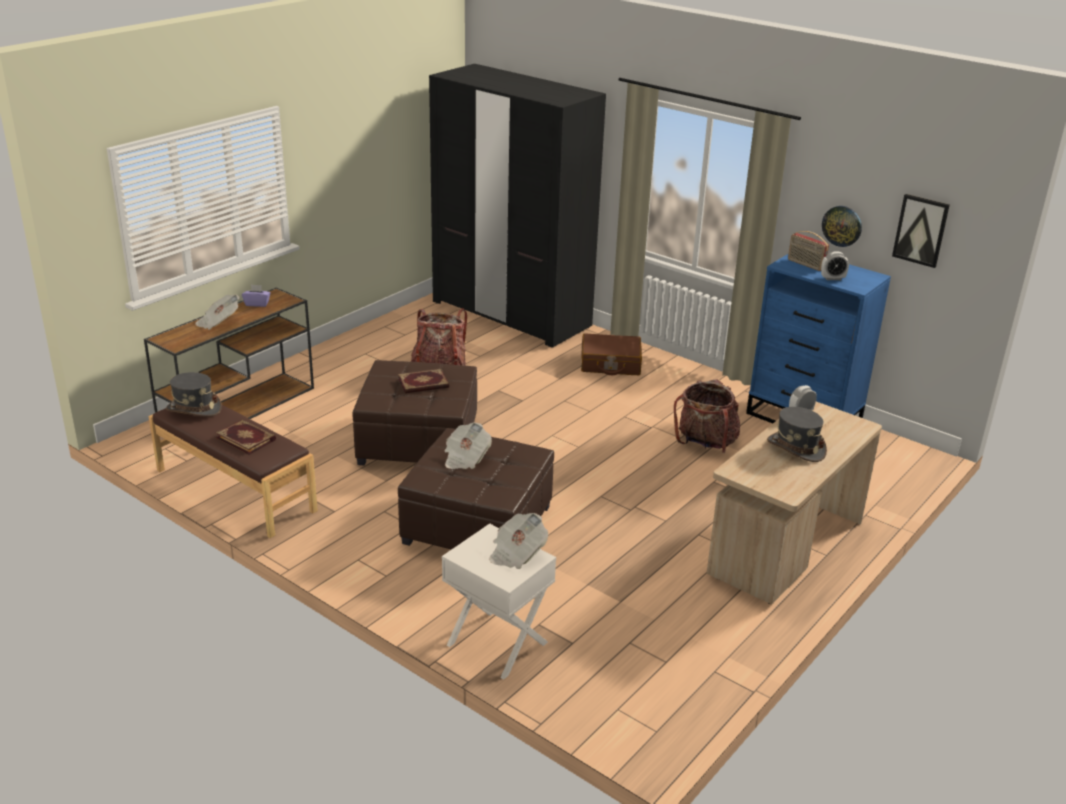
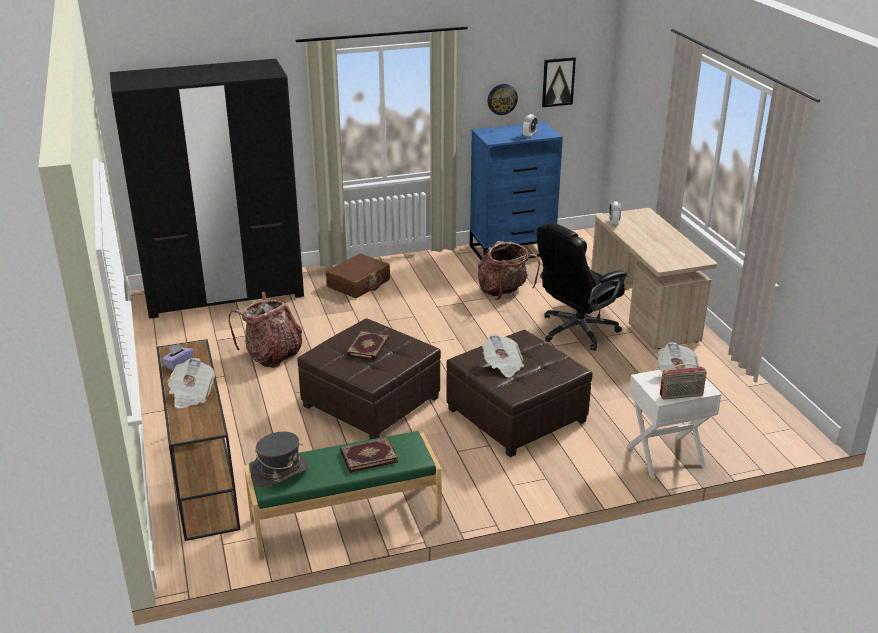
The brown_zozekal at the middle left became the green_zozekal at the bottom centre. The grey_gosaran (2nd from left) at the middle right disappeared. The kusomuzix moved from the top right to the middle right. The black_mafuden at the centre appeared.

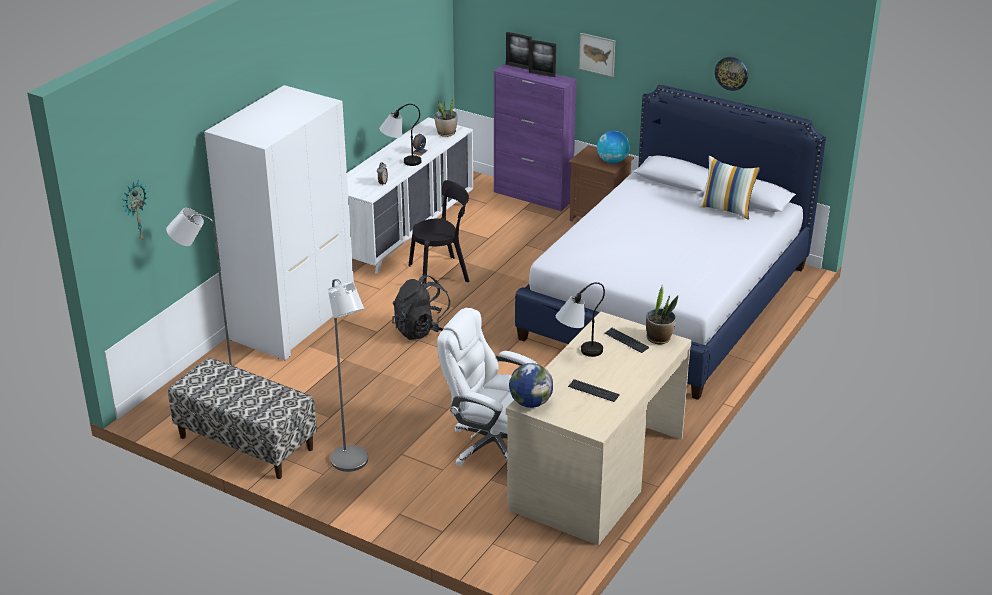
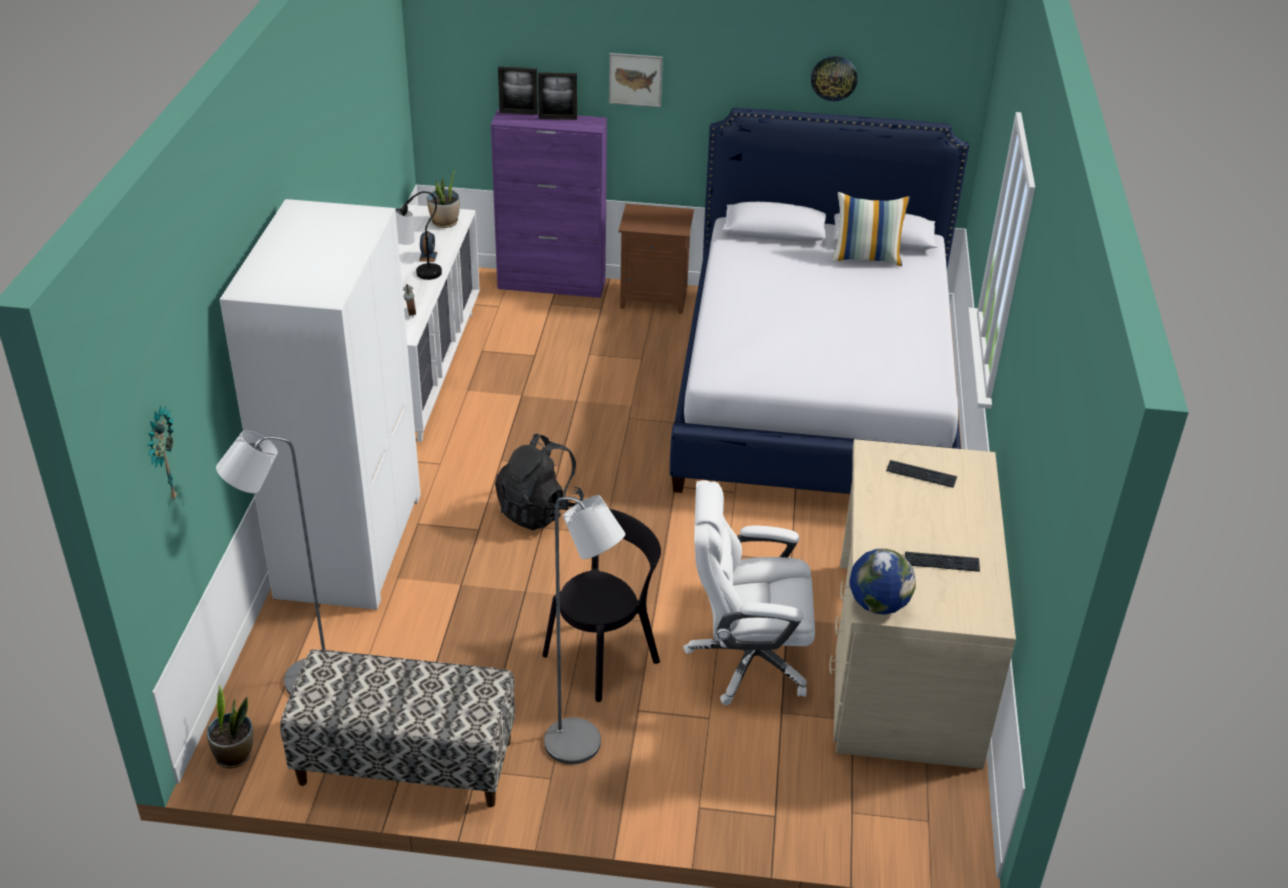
The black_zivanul moved from the centre to the bottom centre. The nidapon (2nd from left) at the centre disappeared. The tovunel (2nd from left) at the top centre disappeared. The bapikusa (2nd from left in the first image) moved from the middle right to the bottom left.

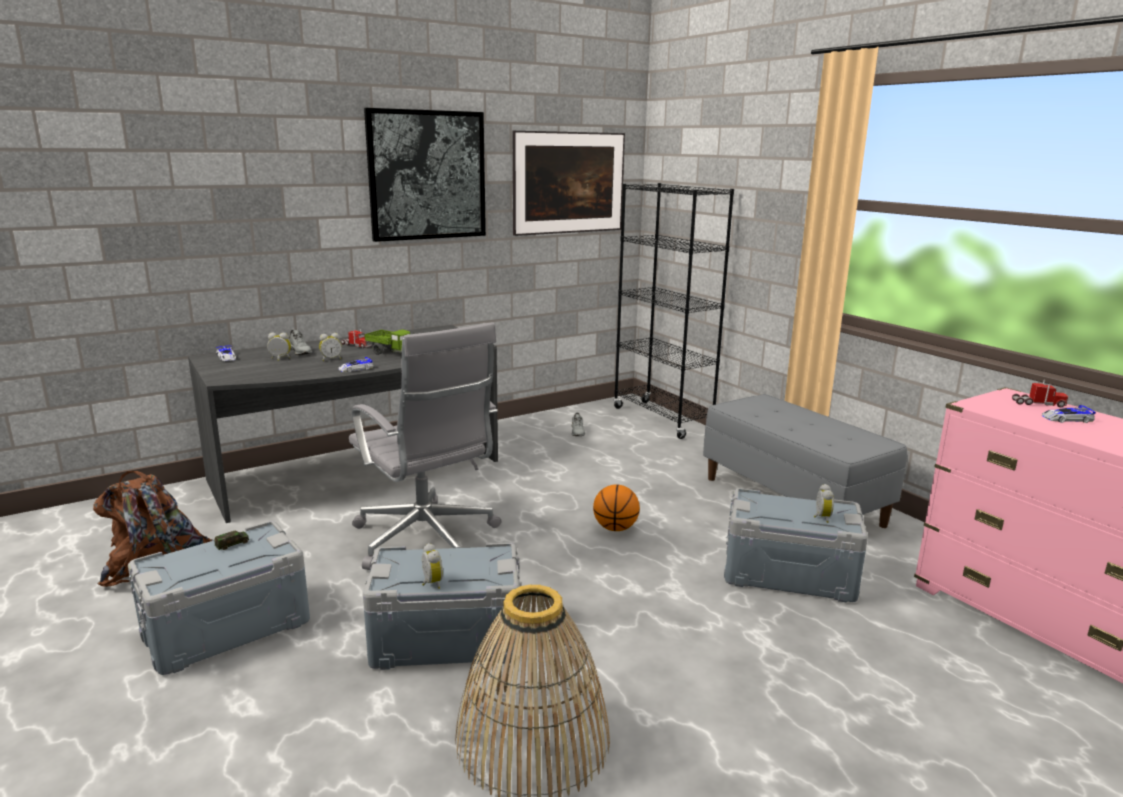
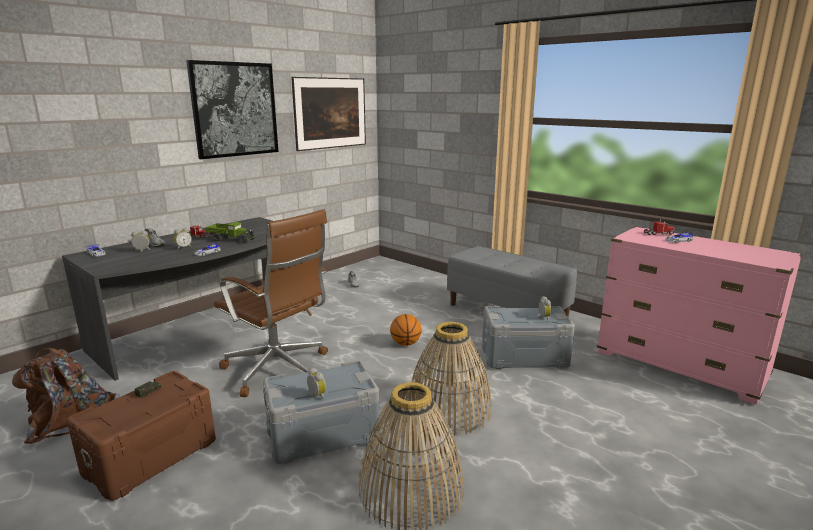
The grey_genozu (1st from left) at the bottom left became the brown_genozu at the bottom left. The grey_mafuden at the centre became the brown_mafuden at the centre. The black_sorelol at the centre disappeared. The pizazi (2nd from left) at the bottom centre appeared.

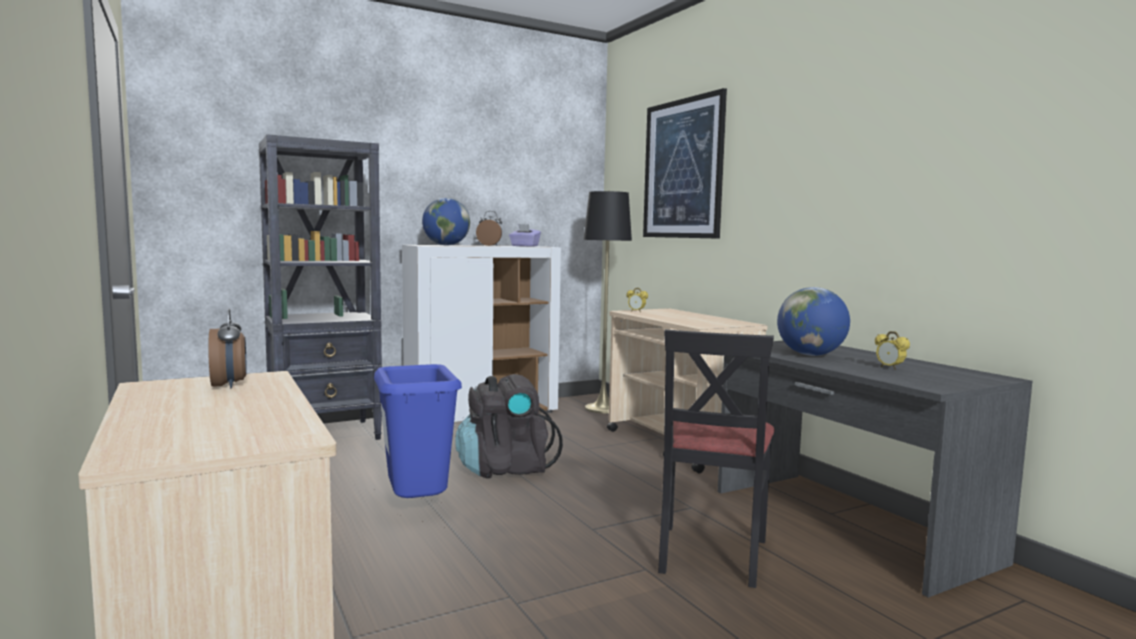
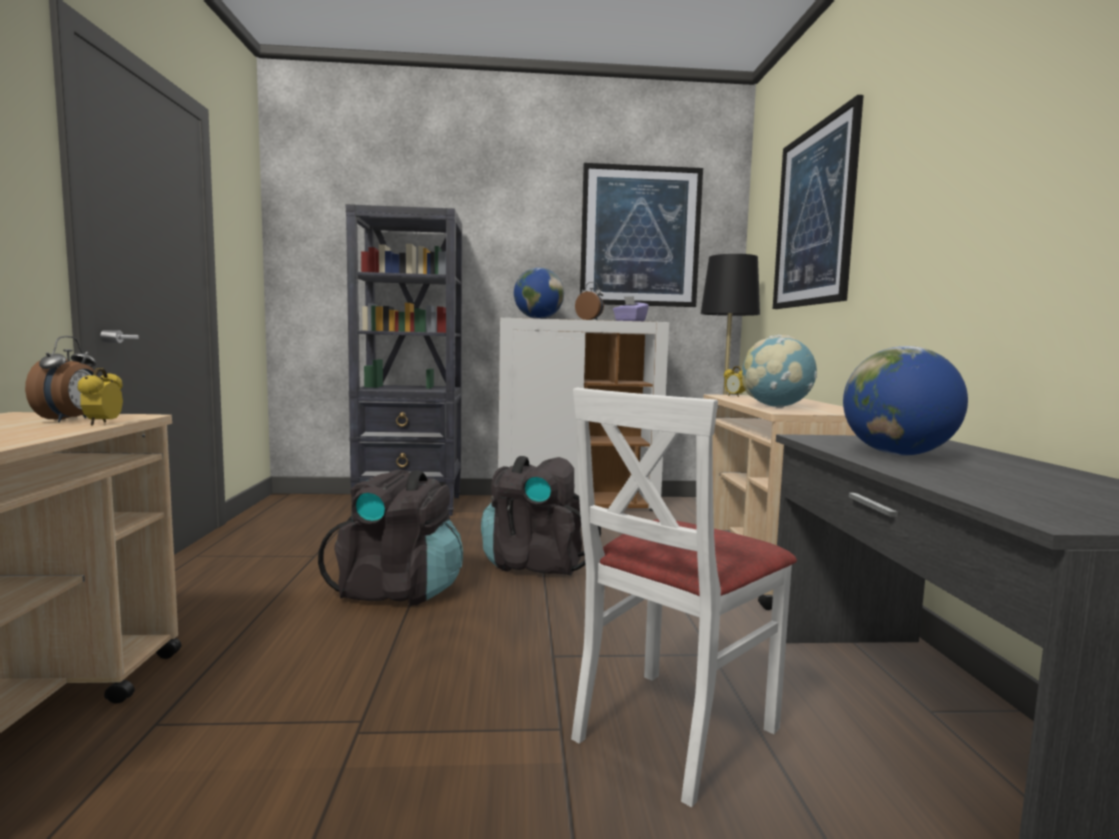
The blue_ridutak at the bottom centre was replaced by the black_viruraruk (1st from left) at the centre. The black_zivanul at the bottom centre became the white_zivanul at the bottom centre. The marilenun (4th from left in the first image) moved from the middle right to the middle left. The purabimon (1st from left) at the top centre appeared. The tovunel (2nd from left) at the middle right appeared.

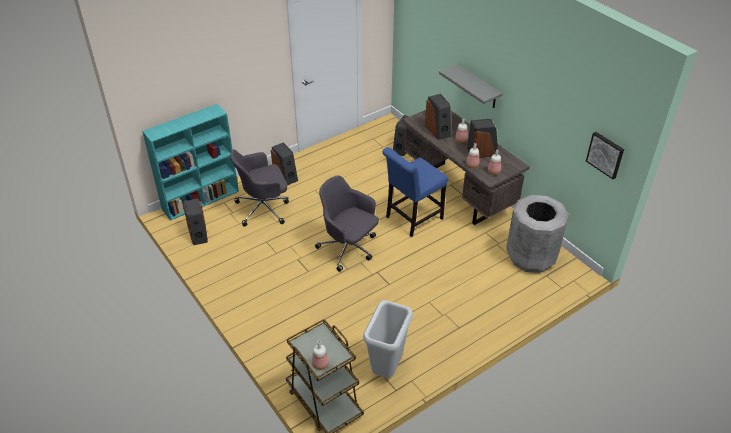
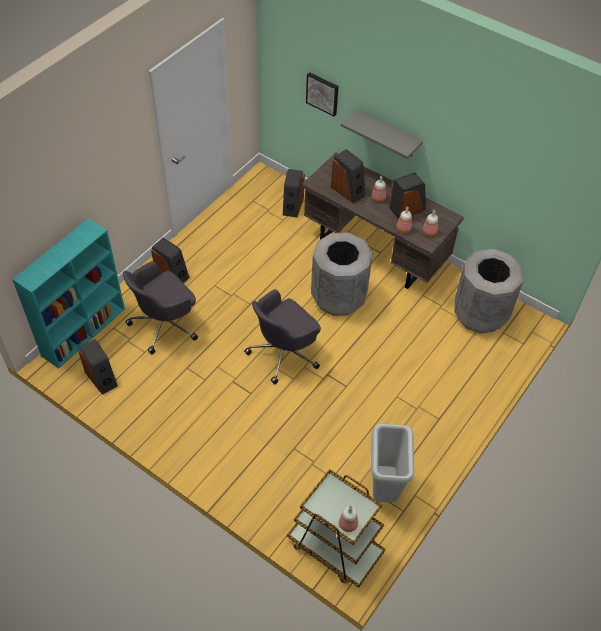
The grey_mafuden (2nd from left) at the centre turned 60 degrees counterclockwise. The blue_zivanul at the centre was replaced by the grey_ridutak (1st from left) at the centre. The purabimon moved from the middle right to the top centre.

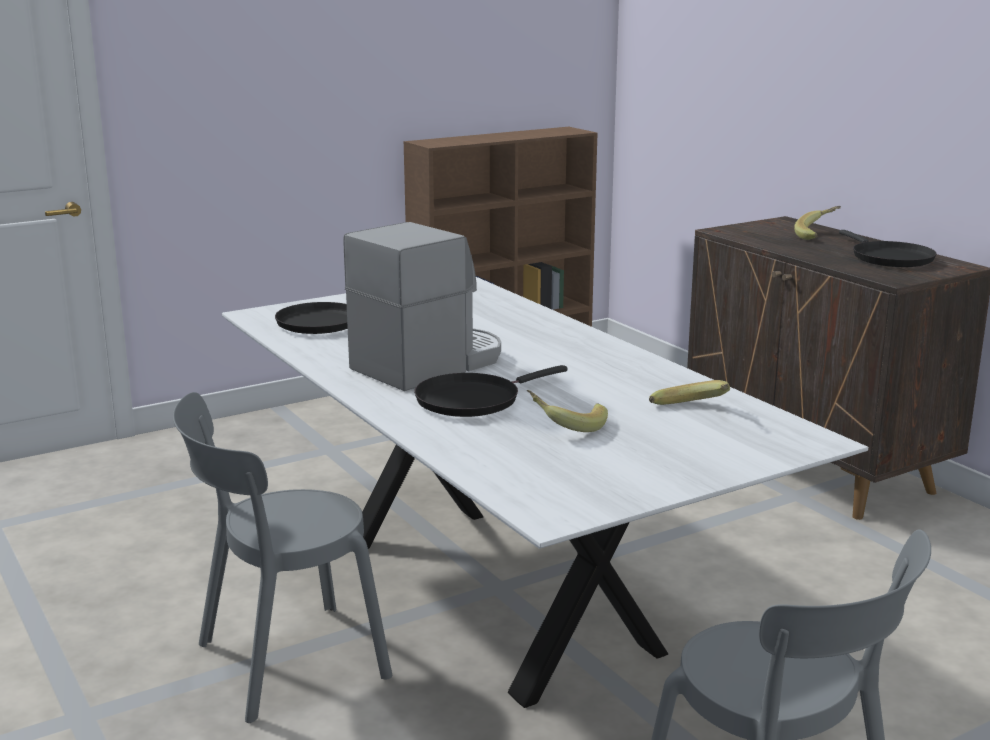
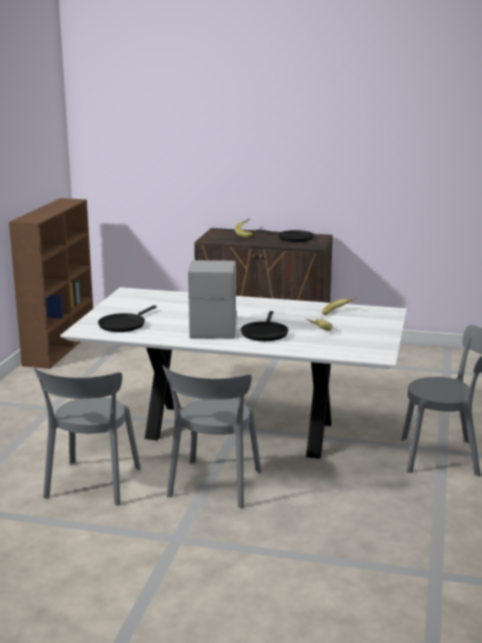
The grey_zivanul (1st from left) at the bottom left appeared.

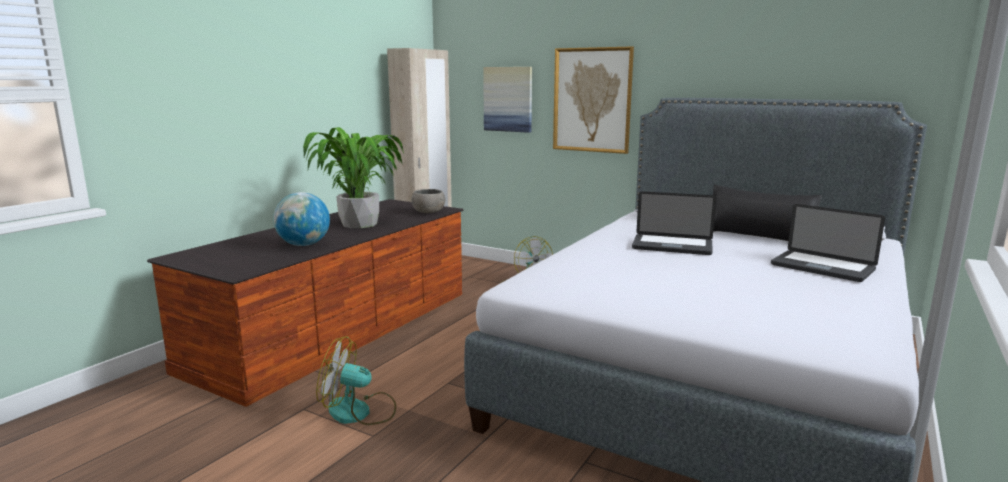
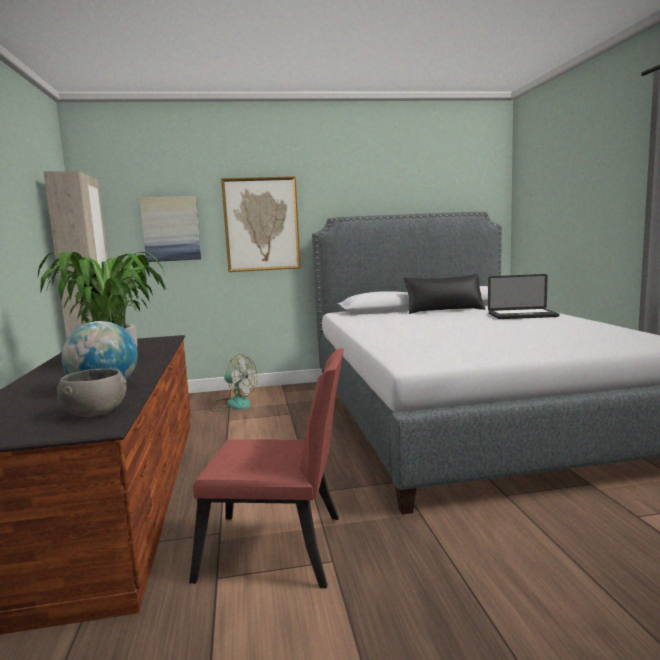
The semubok (1st from left) at the bottom centre was replaced by the red_zivanul at the bottom centre. The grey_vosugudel moved from the centre to the middle left. The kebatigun (1st from left) at the middle right disappeared.

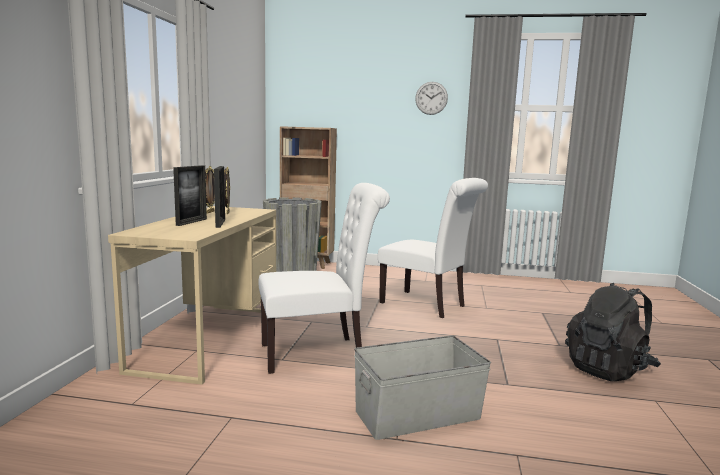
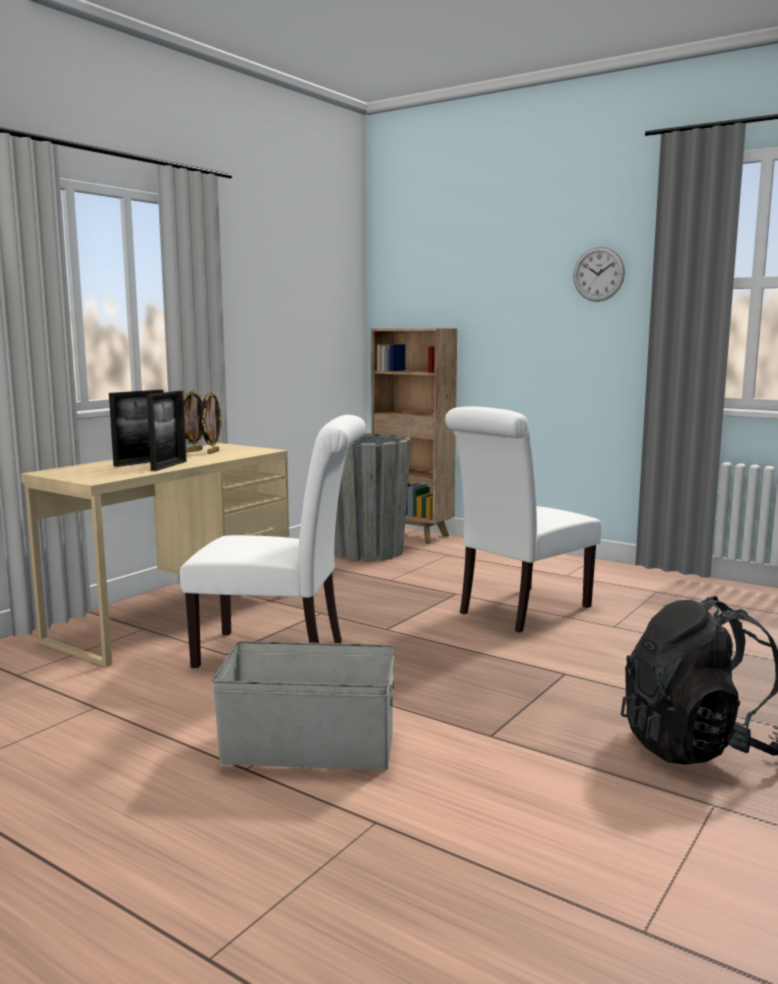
The white_zivanul (2nd from left) at the centre turned 75 degrees clockwise.

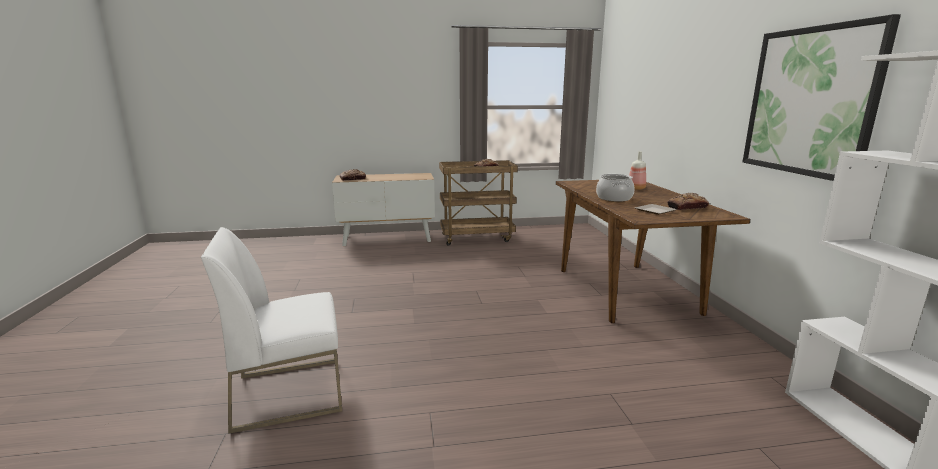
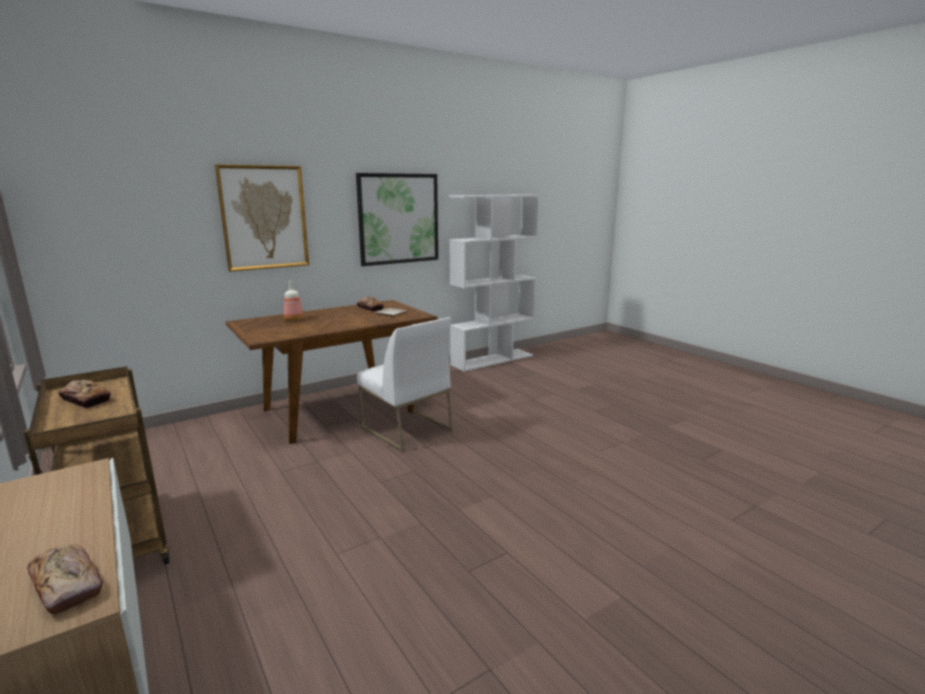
The white_zivanul moved from the bottom left to the centre. The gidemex at the centre disappeared. The purabimon (1st from left) at the top left appeared.

